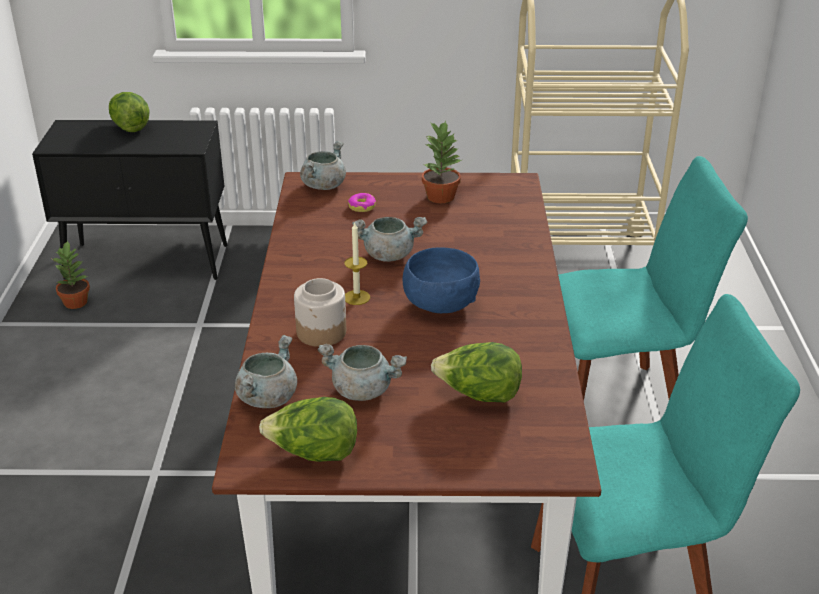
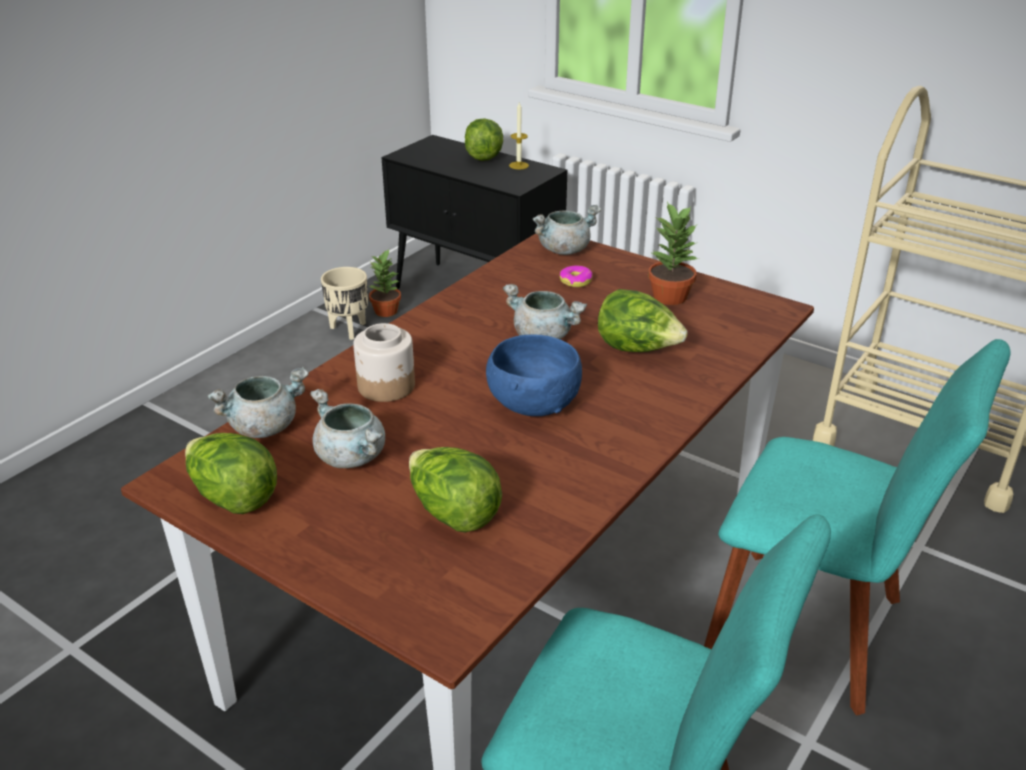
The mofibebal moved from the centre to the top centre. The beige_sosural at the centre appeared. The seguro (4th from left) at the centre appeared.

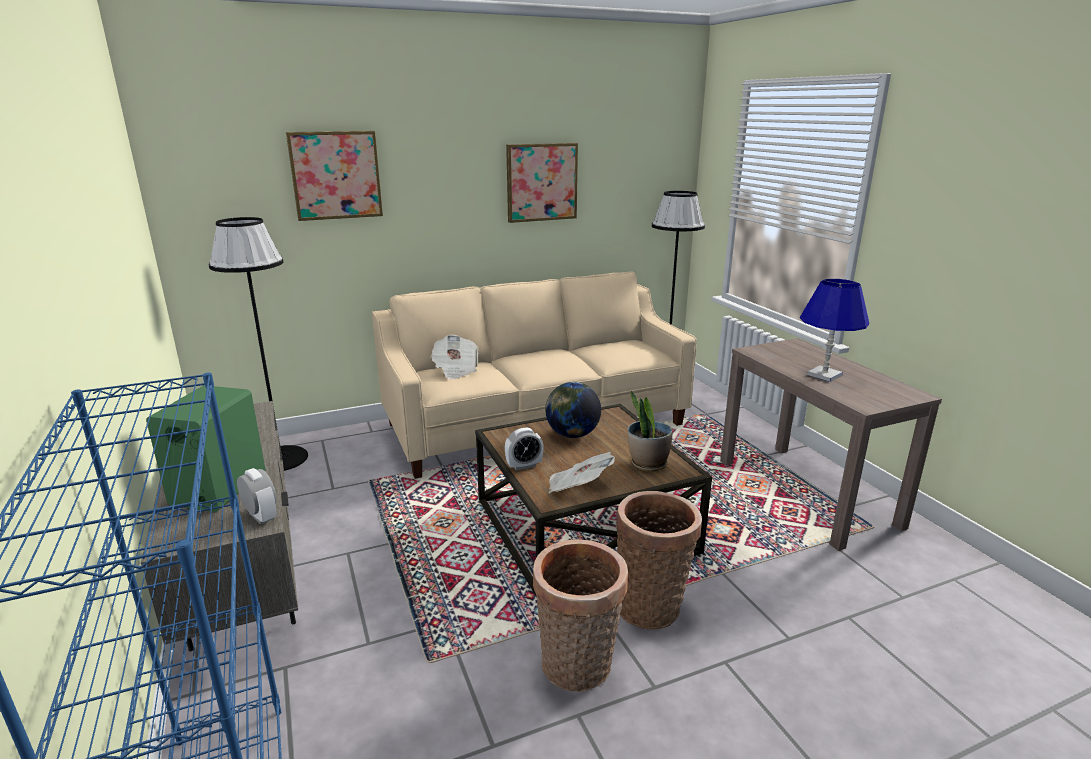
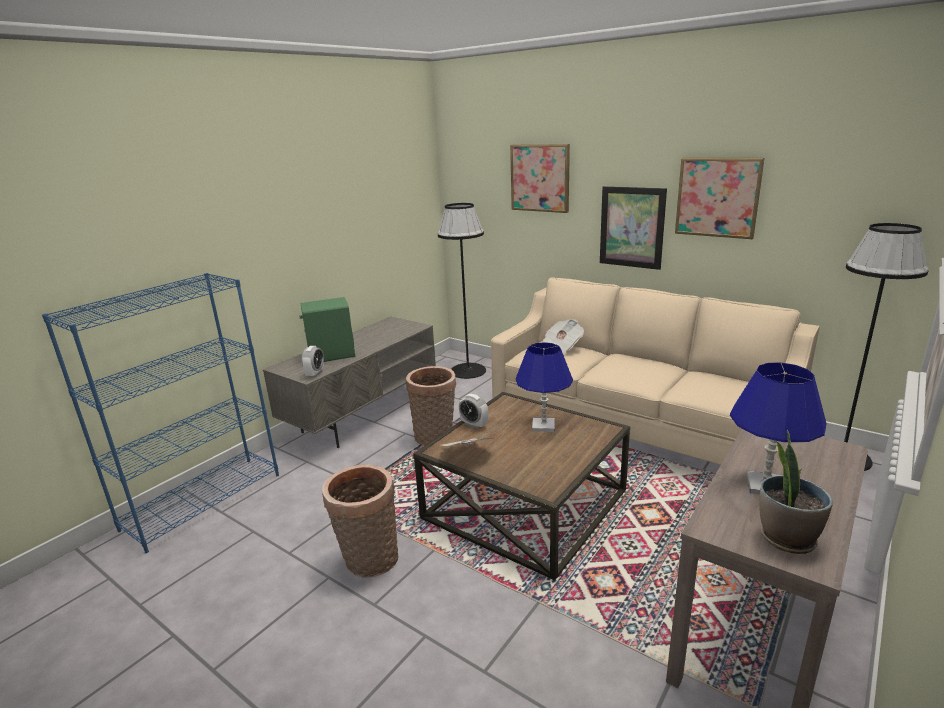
The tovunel at the centre was replaced by the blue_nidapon (1st from left) at the centre. The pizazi (2nd from left) moved from the bottom centre to the centre. The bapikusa moved from the centre to the bottom right. The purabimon (2nd from left) at the top right appeared.

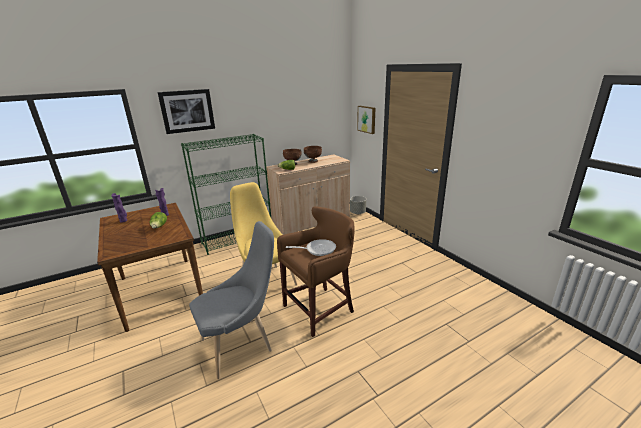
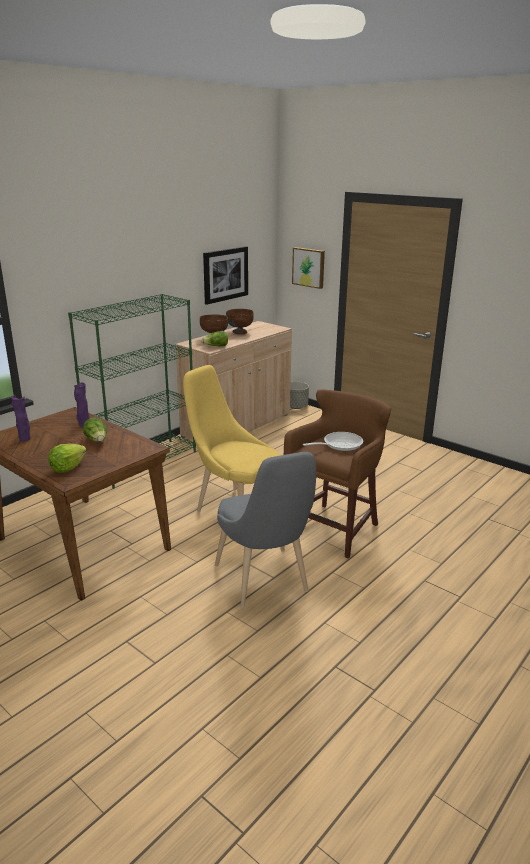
The purabimon (1st from left) moved from the top left to the top centre. The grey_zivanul at the bottom centre turned 120 degrees clockwise. The seguro (1st from left) at the middle left appeared.

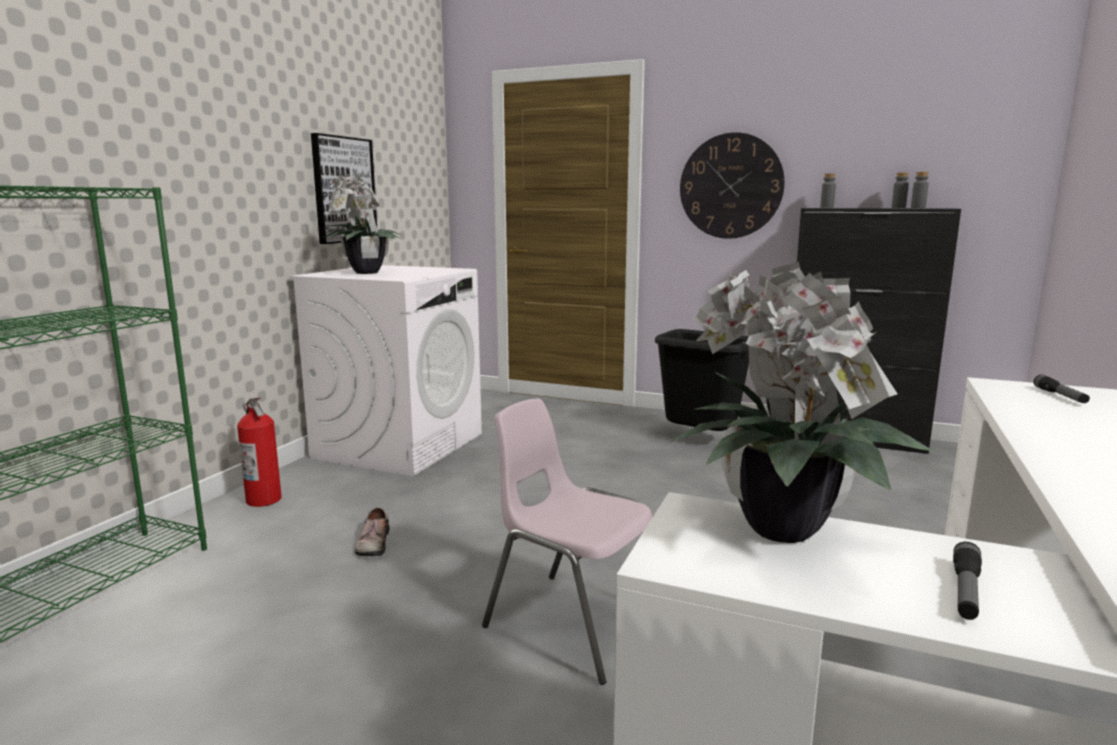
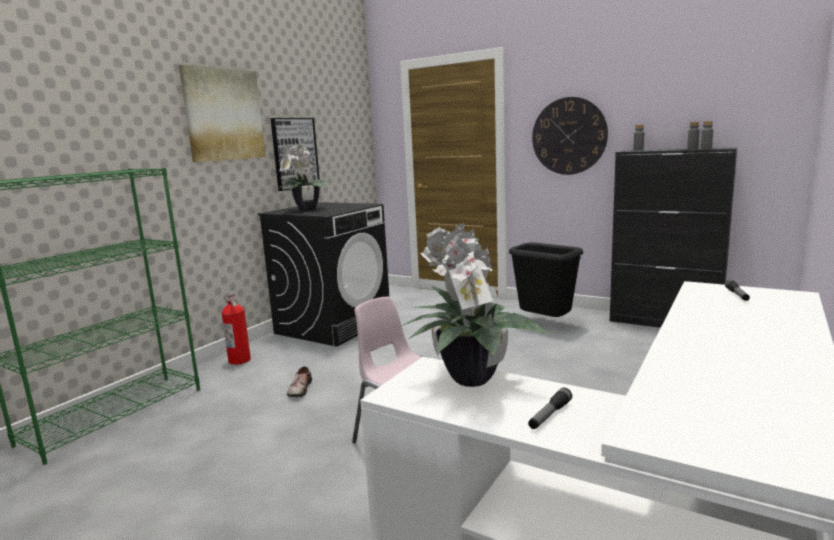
The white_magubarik at the centre became the black_magubarik at the centre. The purabimon (1st from left) at the top left appeared.

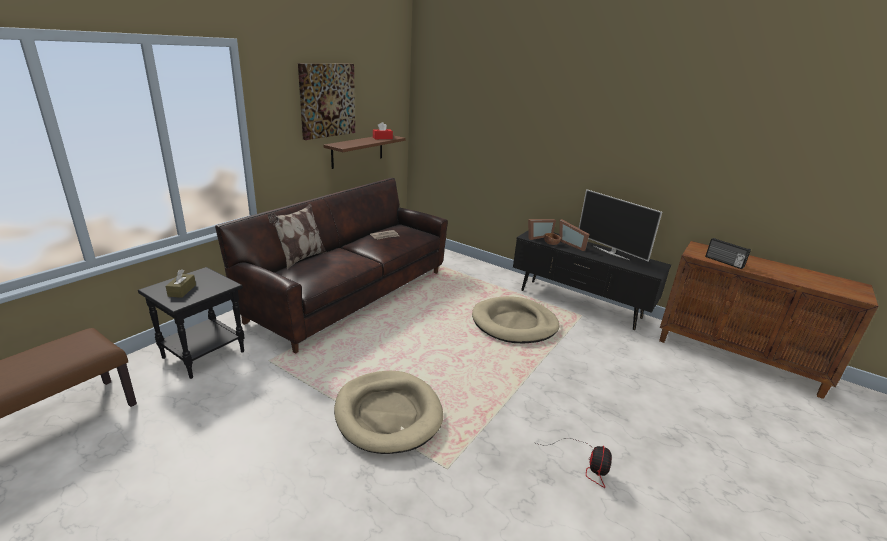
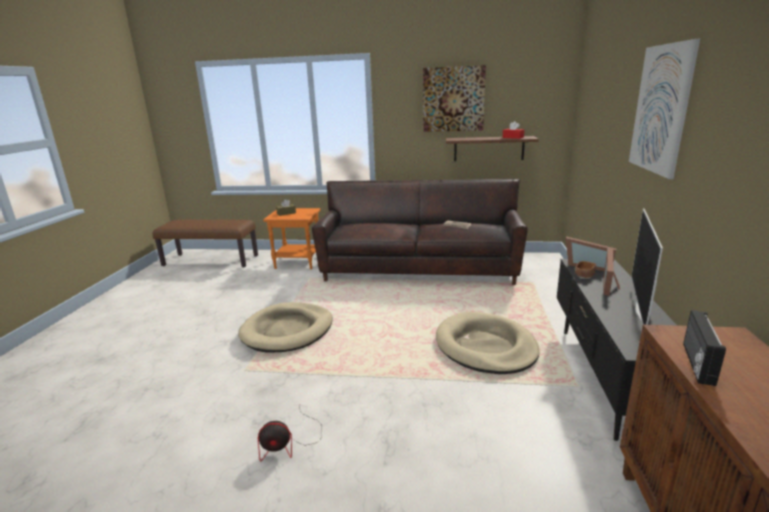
The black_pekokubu at the middle left became the orange_pekokubu at the centre. The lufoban at the centre disappeared. The purabimon (2nd from left) at the top right appeared.

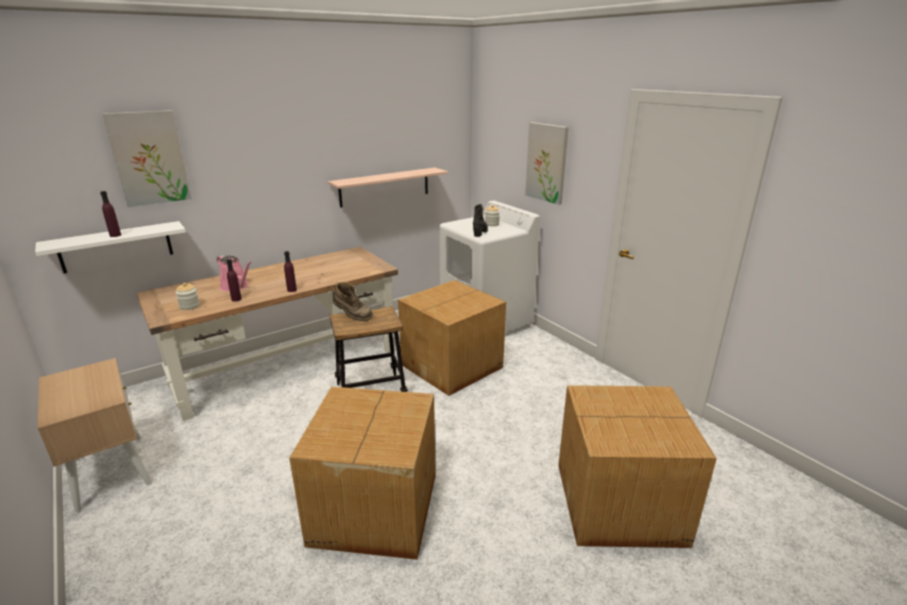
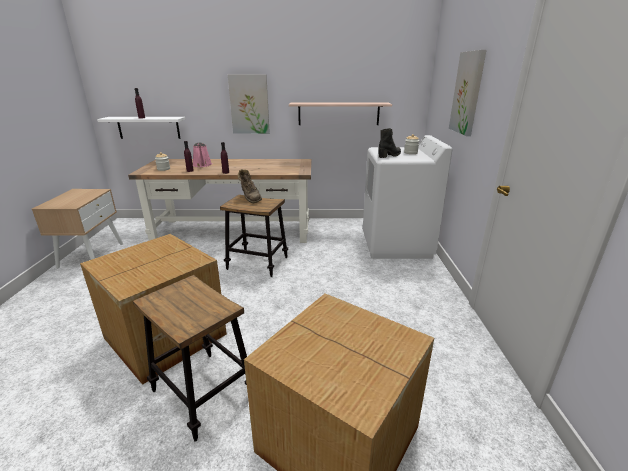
The purabimon (1st from left) moved from the top left to the top centre. The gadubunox (2nd from left) at the centre disappeared. The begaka (1st from left) at the bottom left appeared.

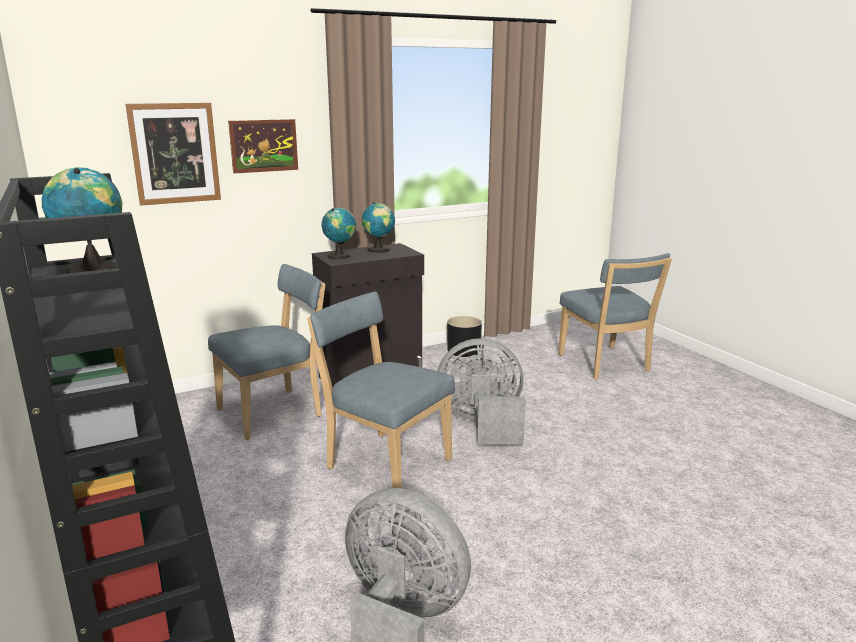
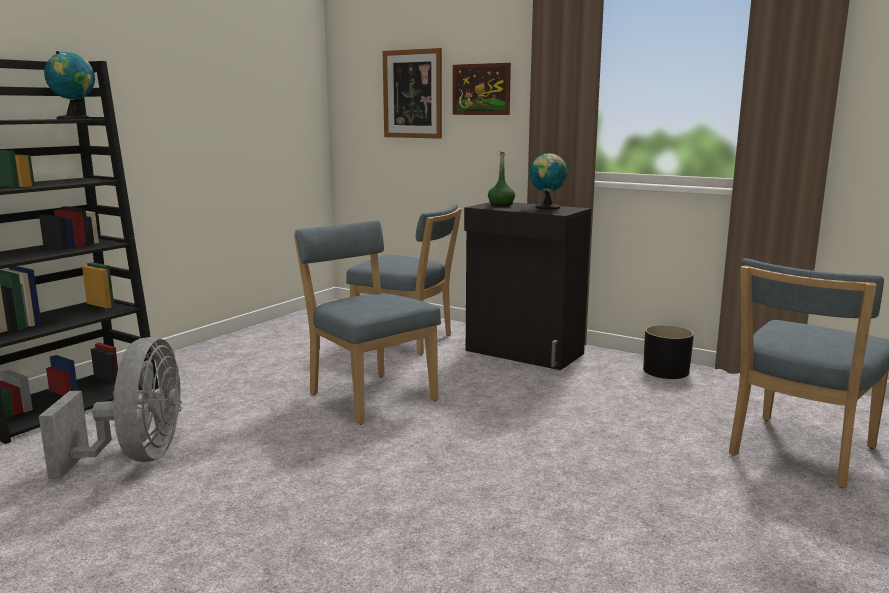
The blue_zivanul (2nd from left in the first image) at the centre turned 45 degrees counterclockwise. The tovunel (2nd from left) at the centre was replaced by the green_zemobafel at the top centre. The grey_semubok (2nd from left) at the centre disappeared.

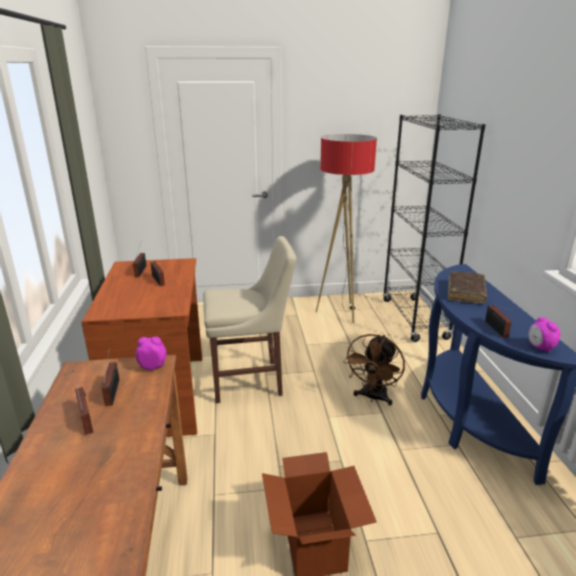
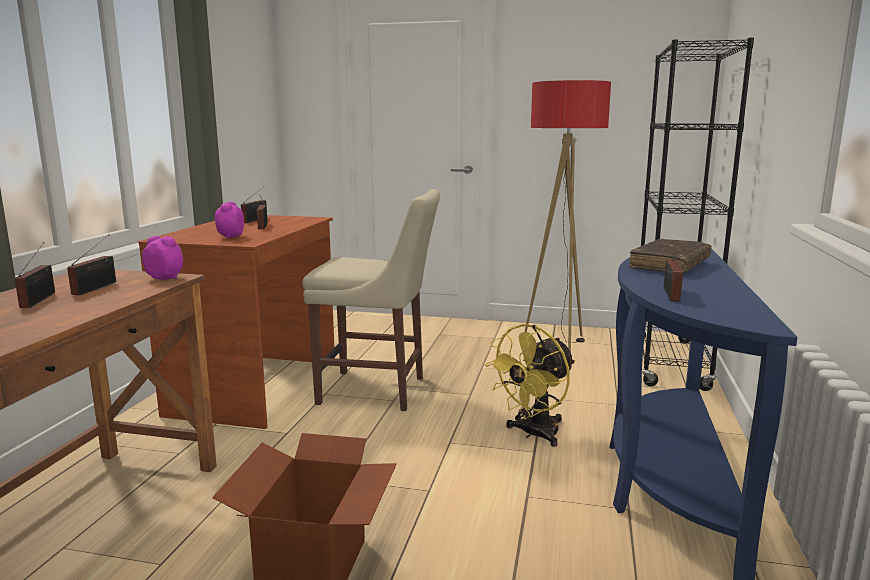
The brown_semubok at the centre became the yellow_semubok at the centre. The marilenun (2nd from left) moved from the middle right to the middle left.

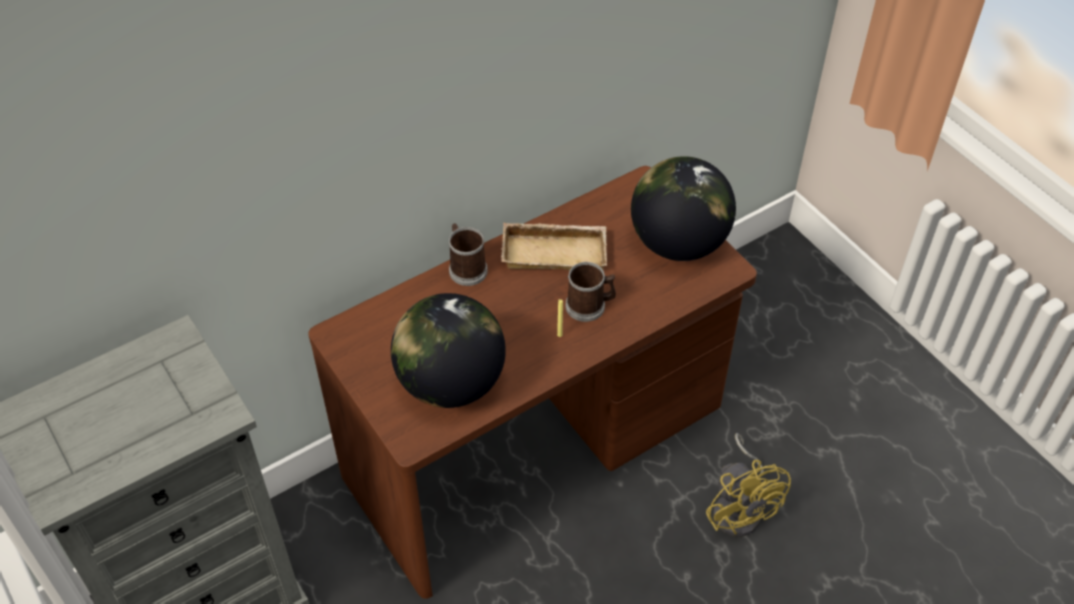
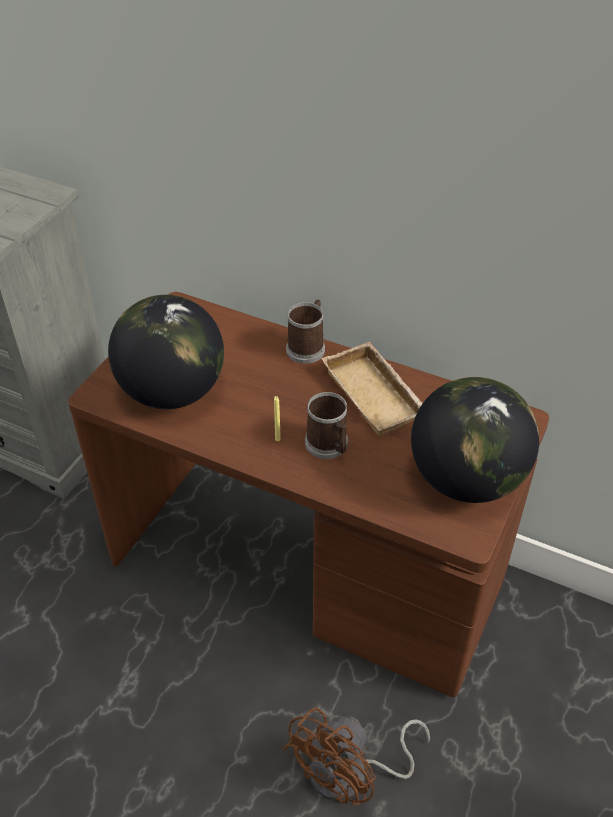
The yellow_semubok at the bottom right became the brown_semubok at the bottom centre.

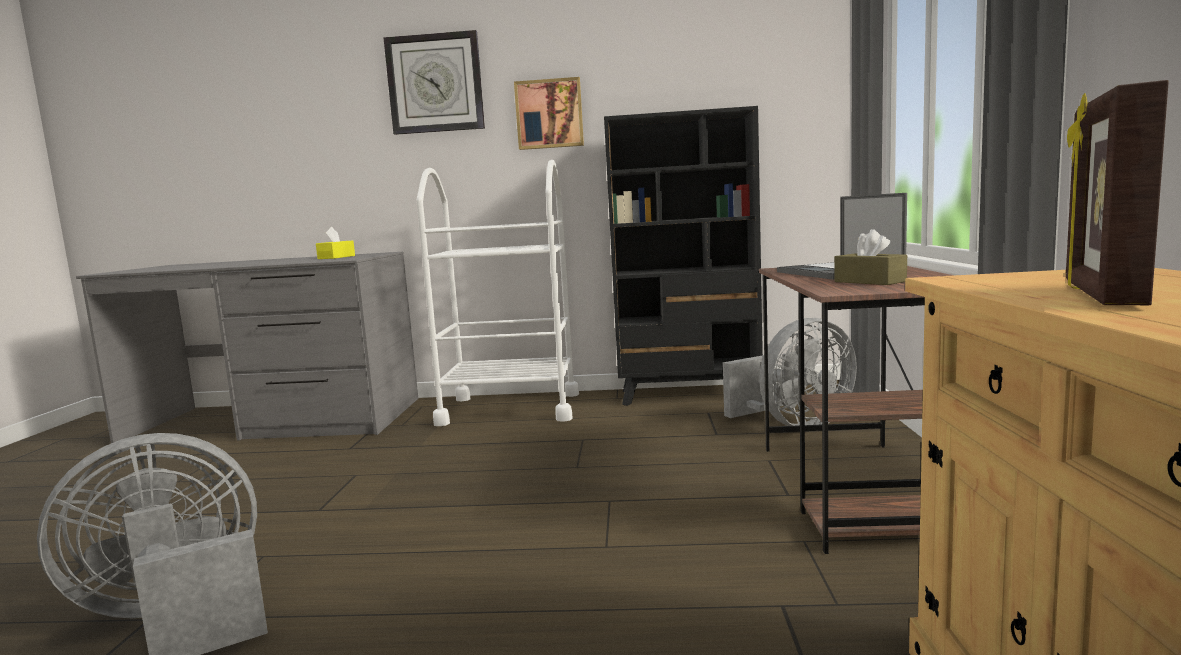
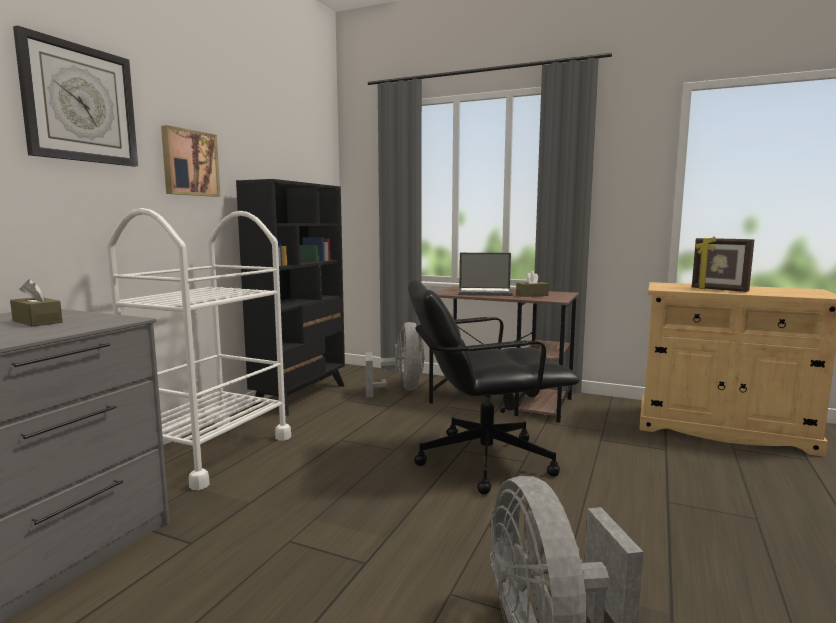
The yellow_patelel at the middle left became the brown_patelel (1st from left) at the middle left. The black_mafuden at the centre appeared.

